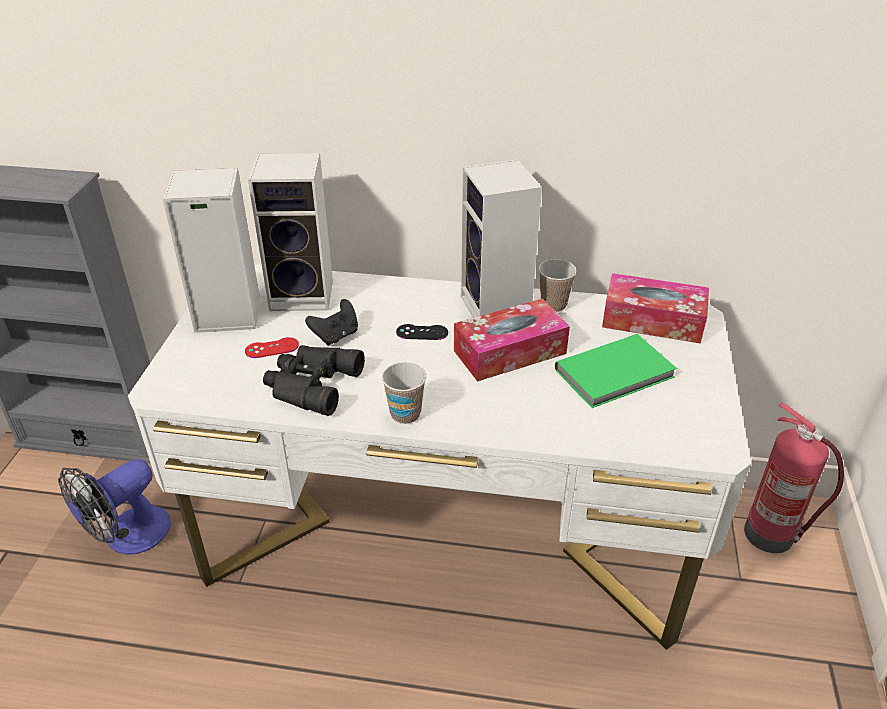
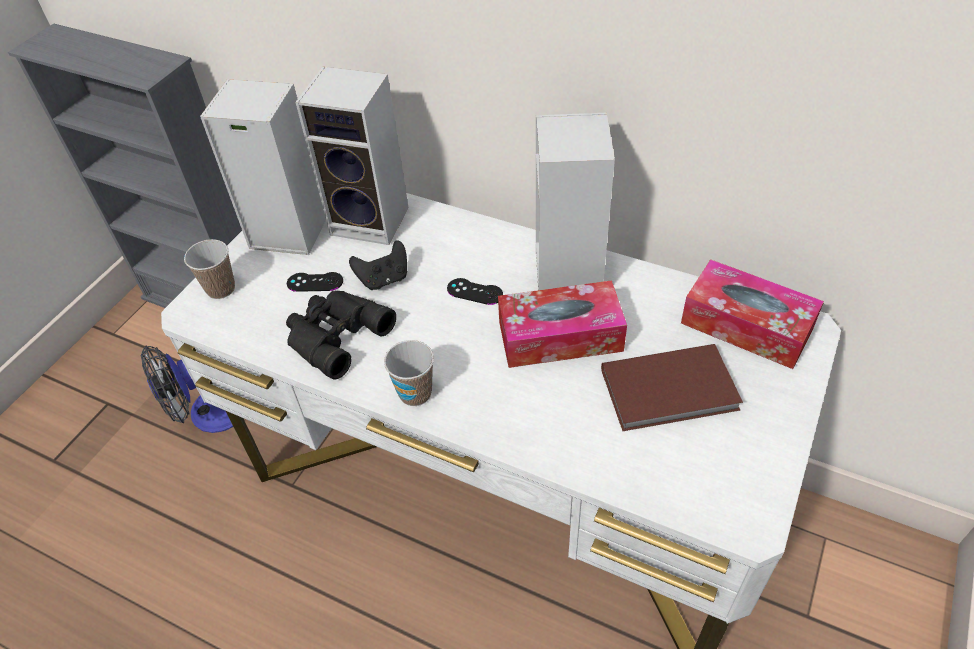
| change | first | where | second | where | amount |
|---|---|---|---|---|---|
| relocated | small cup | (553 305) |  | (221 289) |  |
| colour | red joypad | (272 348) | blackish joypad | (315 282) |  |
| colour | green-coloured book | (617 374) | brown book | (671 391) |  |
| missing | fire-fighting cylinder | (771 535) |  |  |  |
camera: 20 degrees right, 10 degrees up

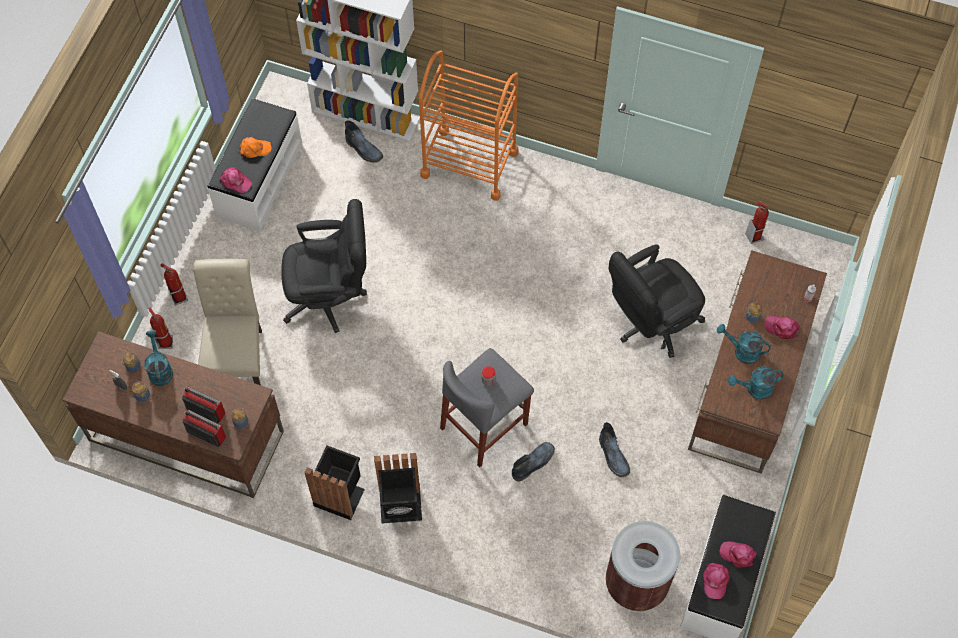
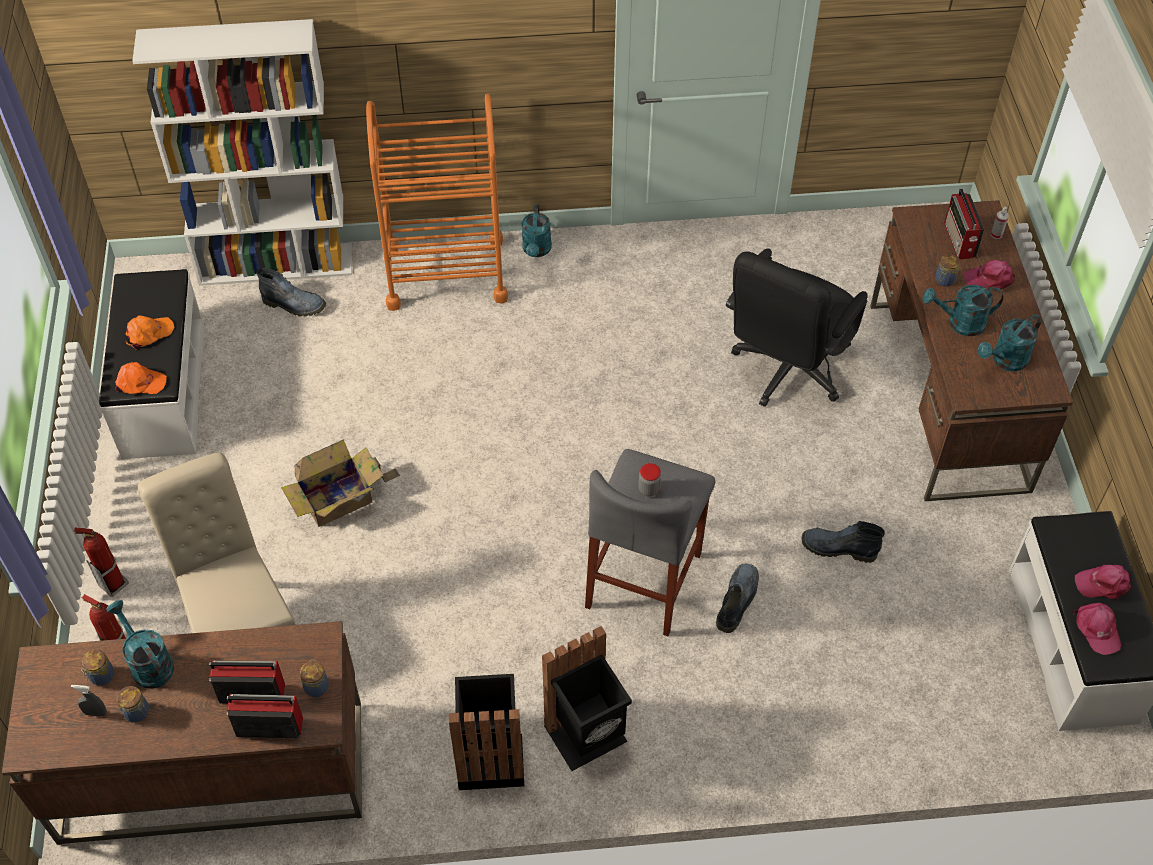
| change | first | where | second | where | amount |
|---|---|---|---|---|---|
| colour | pink baseball cap | (235 181) | orange-coloured baseball cap | (140 382) |  |
| exchanged | blackish desk chair | (331 297) | cardboard box | (340 499) |  |
| appeared |  |  | turquoise-coloured watering can | (536 251) |  |
| spun | high-top boot | (614 456) |  | (837 548) | 150 degrees clockwise |
| appeared |  |  | radio set | (959 241) |  |
| missing | brown waste bin | (636 583) |  |  |  |
| missing | fire-fighting cylinder | (754 236) |  |  |  |
camera: 25 degrees left, 10 degrees down

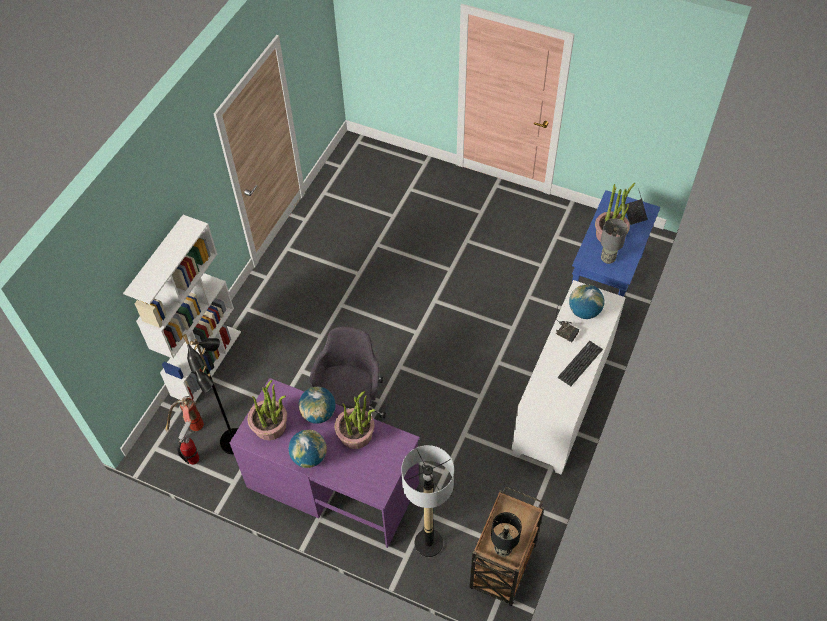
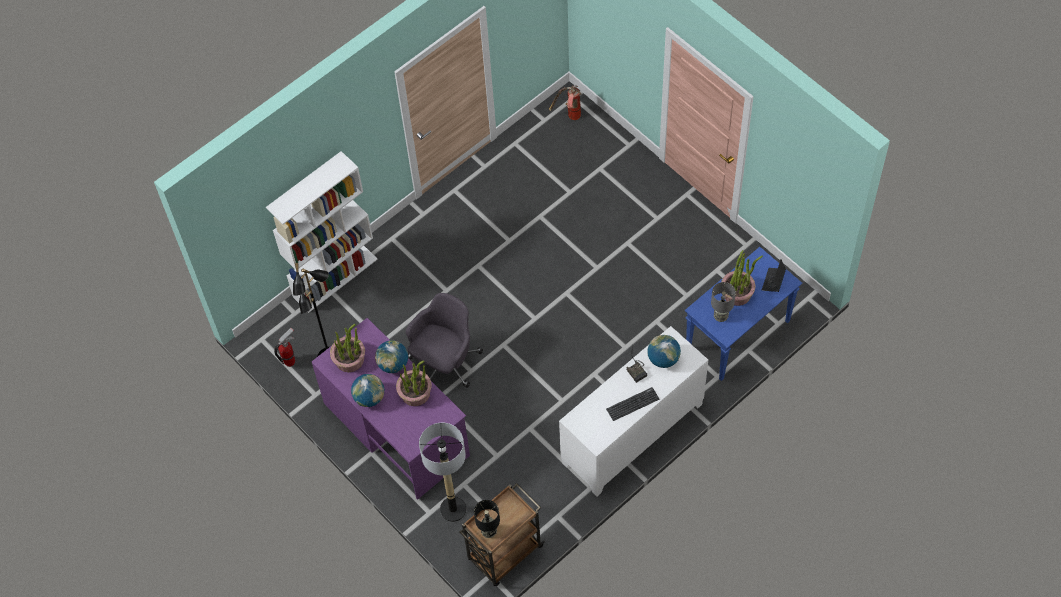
| change | first | where | second | where | amount |
|---|---|---|---|---|---|
| relocated | fire-fighting cylinder | (191 428) |  | (569 116) |  |
camera: 25 degrees right, 5 degrees up

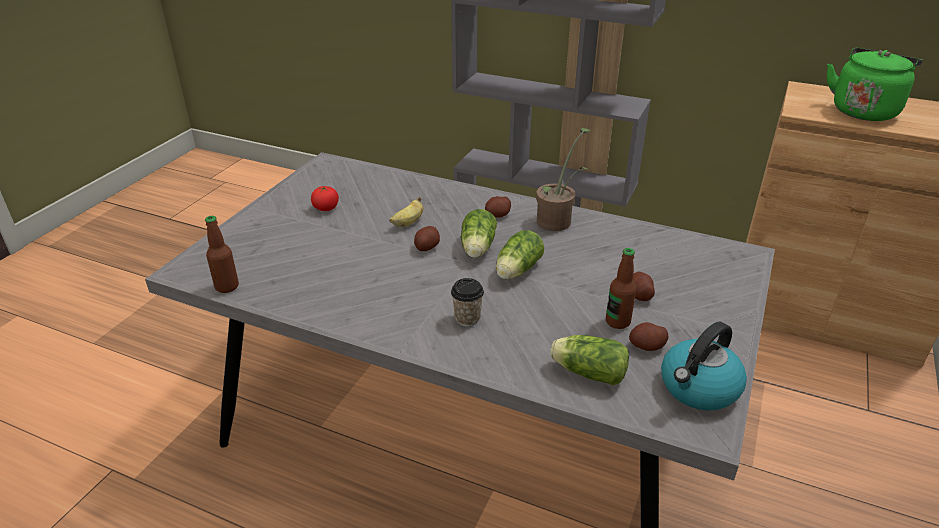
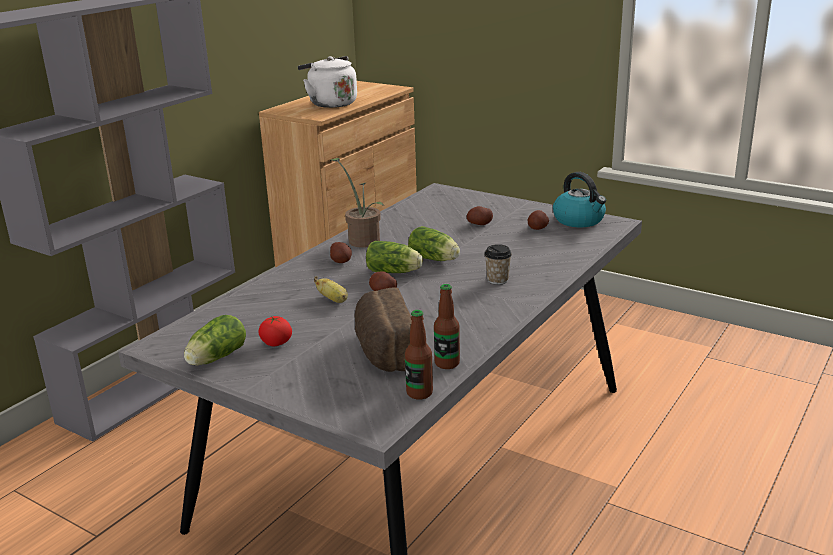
| change | first | where | second | where | amount |
|---|---|---|---|---|---|
| relocated | lettuce | (586 372) |  | (215 358) |  |
| colour | green-coloured kettle | (864 110) | whitish kettle | (330 103) |  |
| appeared |  |  | bakery bread | (383 350) |  |
| relocated | beverage bottle | (617 322) |  | (447 363) |  |
camera: 80 degrees left, 10 degrees down

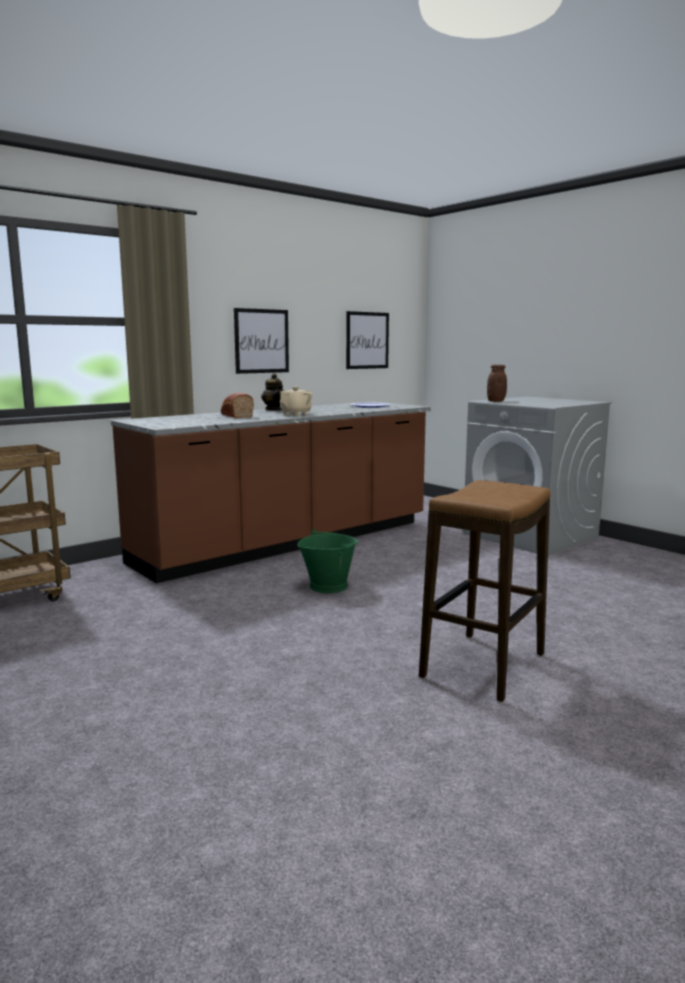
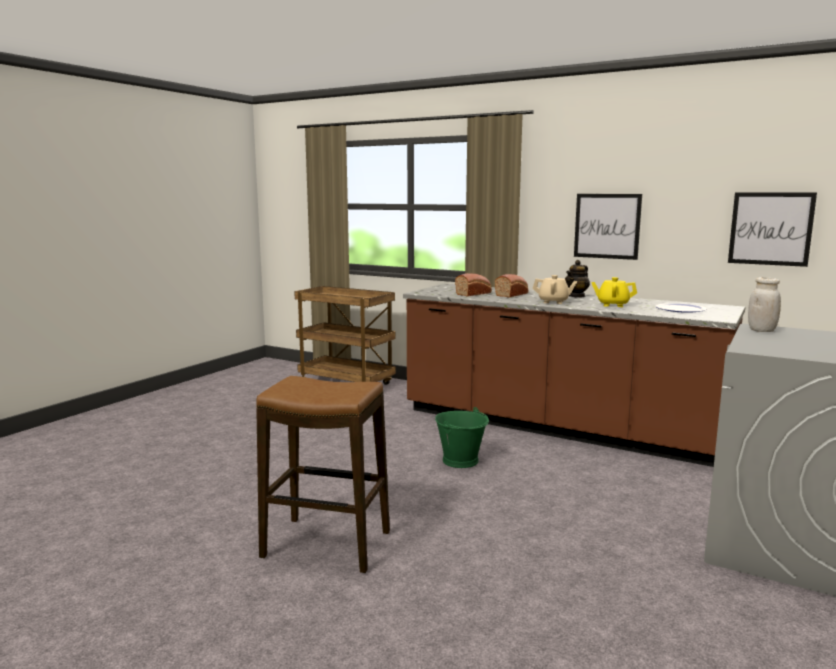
| change | first | where | second | where | amount |
|---|---|---|---|---|---|
| appeared |  |  | bakery bread | (474 293) |  |
| appeared |  |  | yellow tea pot | (612 305) |  |
| colour | brown preserve jar | (496 401) | whitish preserve jar | (761 330) |  |
camera: 70 degrees right, 0 degrees up

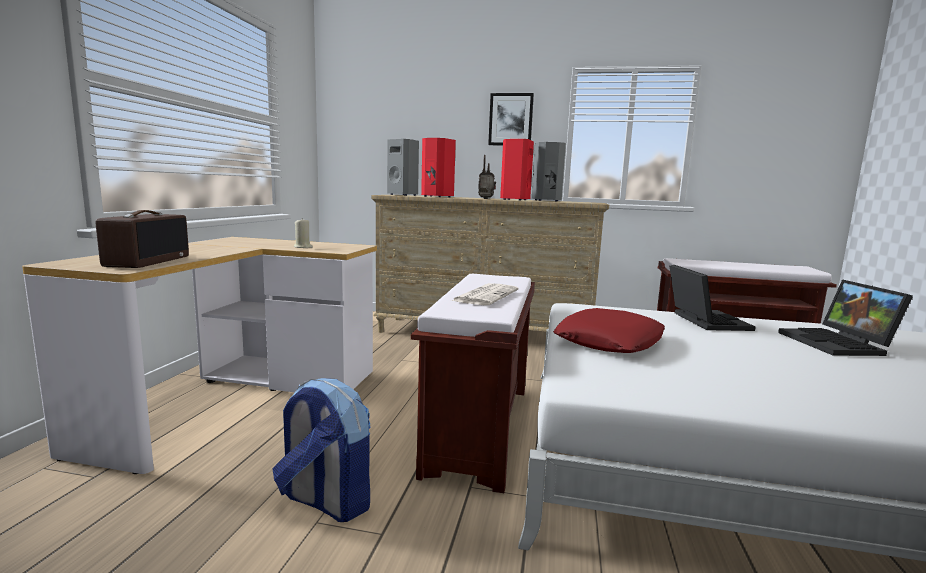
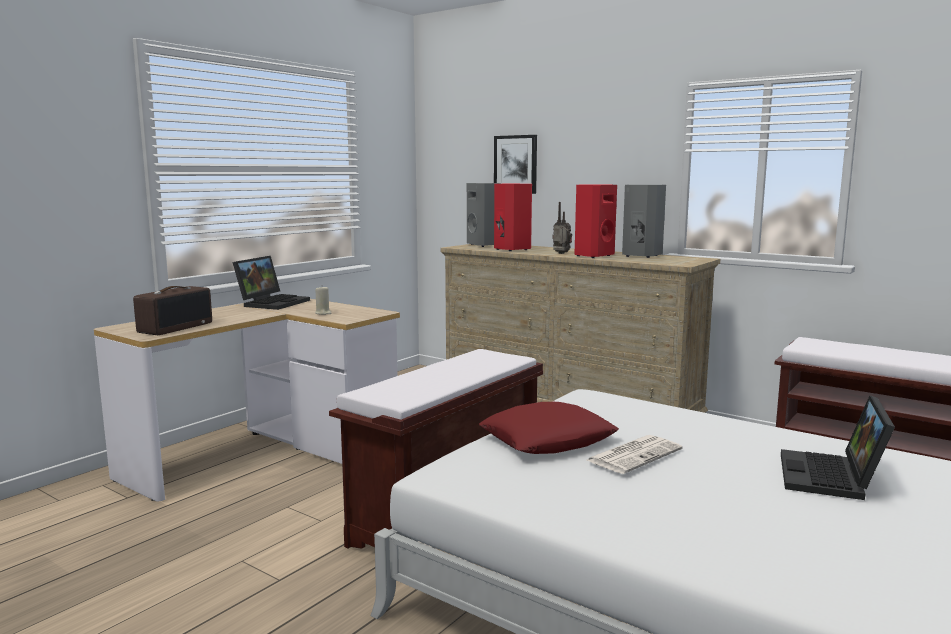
| change | first | where | second | where | amount |
|---|---|---|---|---|---|
| relocated | laptop | (703 320) |  | (273 303) |  |
| relocated | wall picture | (510 119) |  | (516 164) |  |
| relocated | newspaper | (485 295) |  | (634 455) |  |
| missing | backpack | (325 501) |  |  |  |
camera: 25 degrees right, 0 degrees up

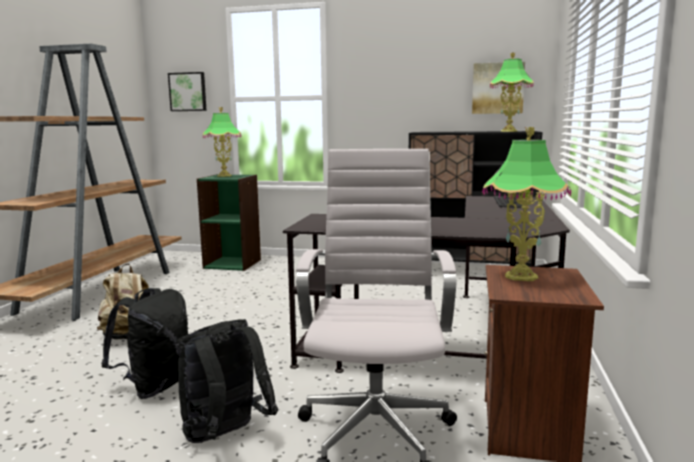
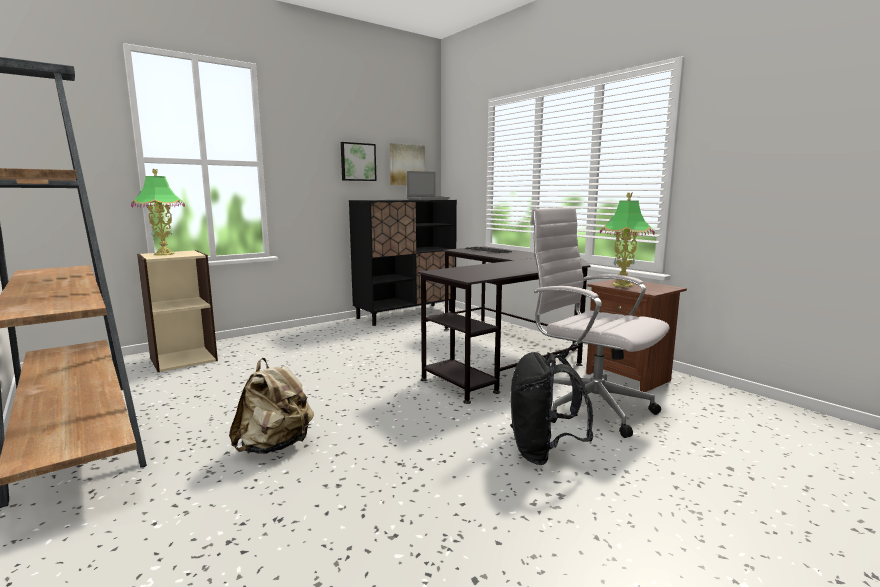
| change | first | where | second | where | amount |
|---|---|---|---|---|---|
| colour | green-coloured shelving unit | (233 263) | sand-coloured shelving unit | (183 359) |  |
| relocated | wall picture | (188 92) |  | (357 162) |  |
| exchanged | table lamp | (509 131) | laptop | (428 199) |  |
| missing | blackish backpack | (156 386) |  |  |  |
camera: 50 degrees left, 0 degrees up

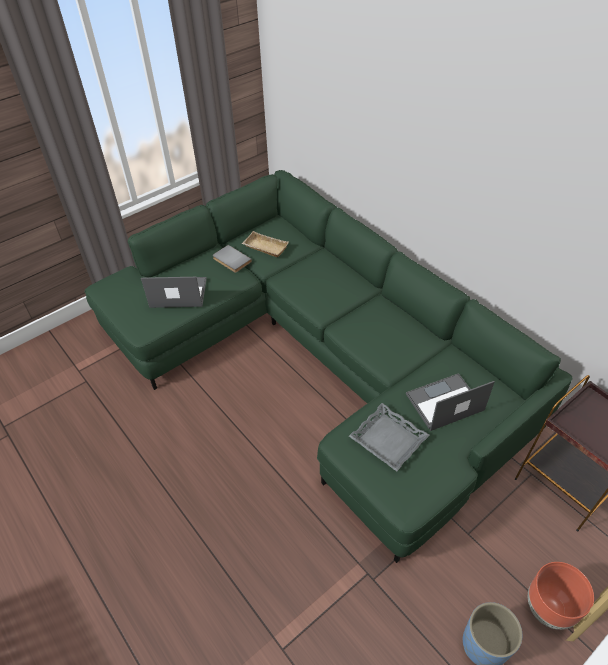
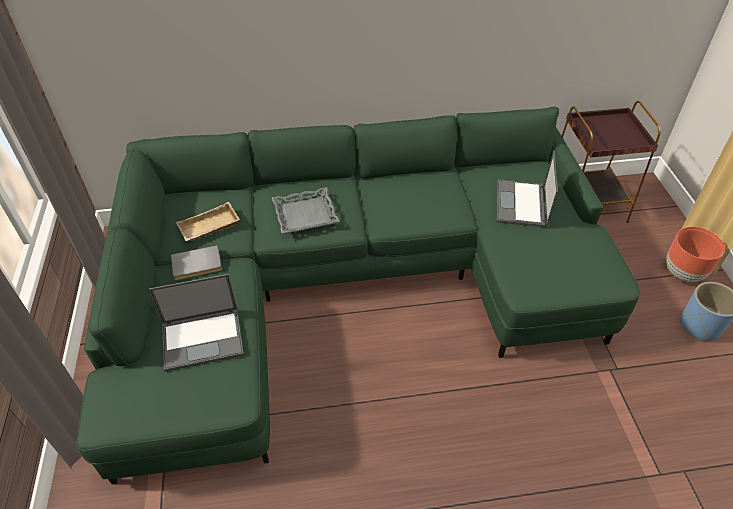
| change | first | where | second | where | amount |
|---|---|---|---|---|---|
| spun | laptop | (177 293) |  | (203 338) | 135 degrees counterclockwise |
| relocated | grey tray | (387 440) |  | (305 215) |  |
camera: 60 degrees left, 0 degrees up

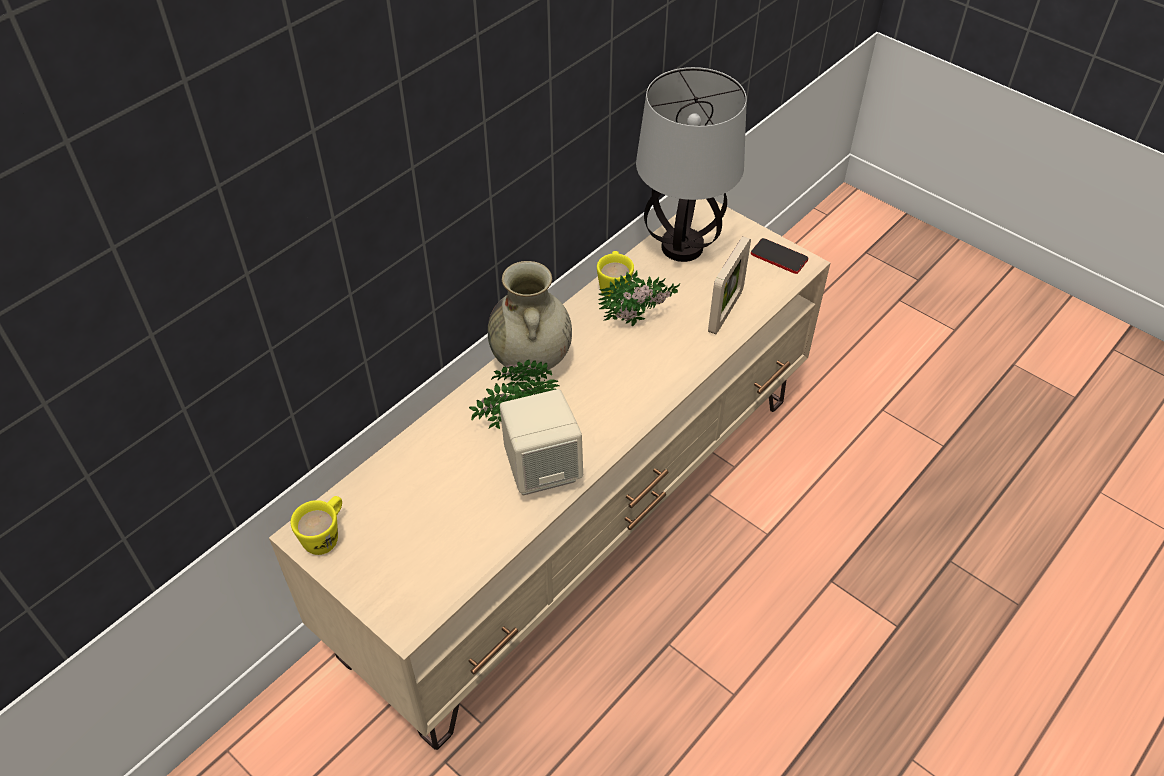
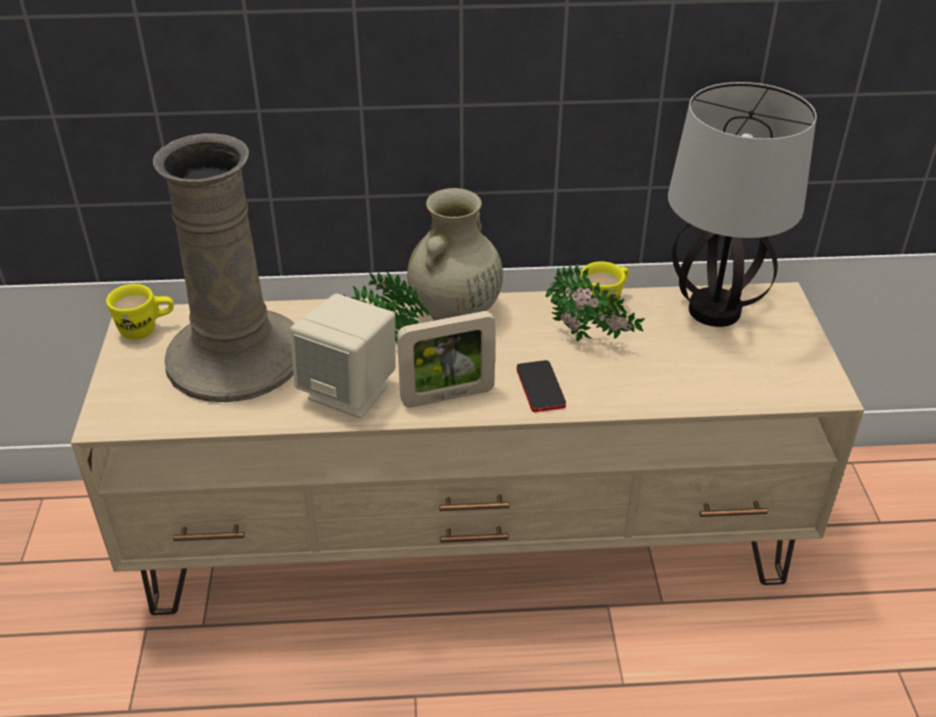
| change | first | where | second | where | amount |
|---|---|---|---|---|---|
| appeared |  |  | sand-coloured vase | (235 356) |  |
| relocated | picture frame | (725 312) |  | (447 396) |  |
| relocated | telephone | (779 257) |  | (540 387) |  |
camera: 45 degrees right, 10 degrees down

